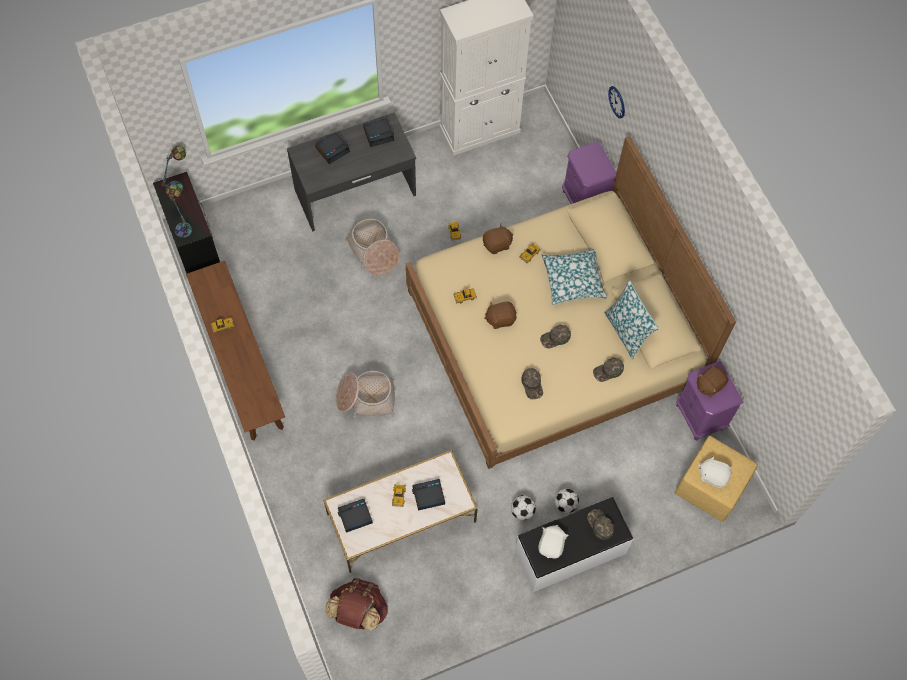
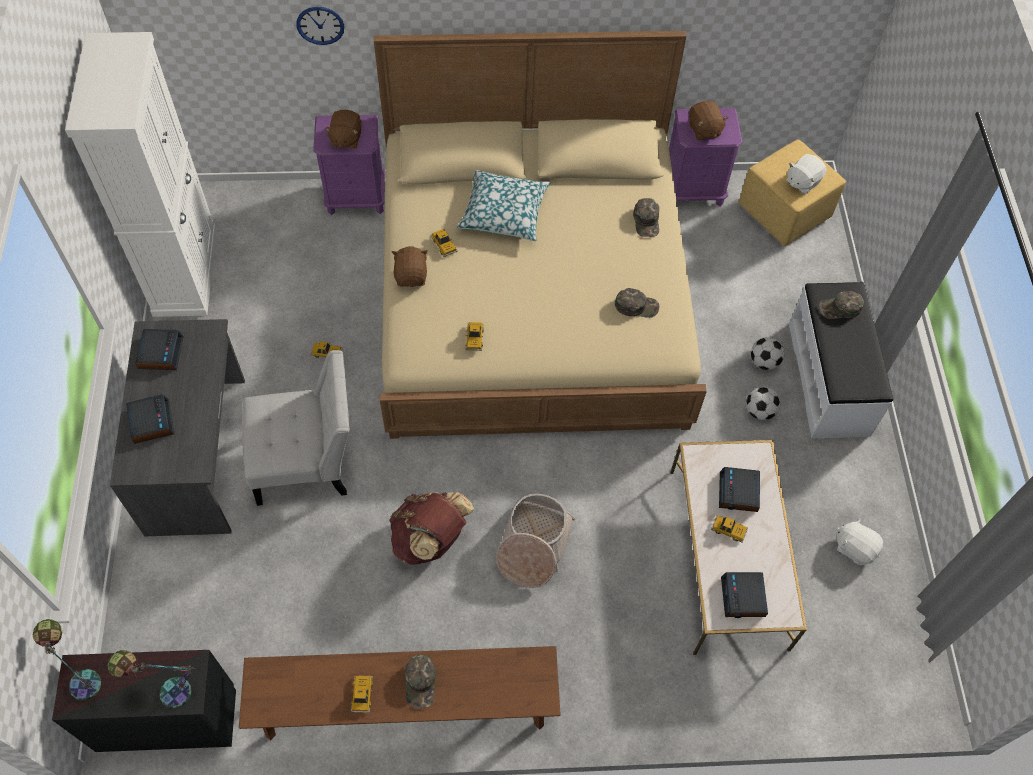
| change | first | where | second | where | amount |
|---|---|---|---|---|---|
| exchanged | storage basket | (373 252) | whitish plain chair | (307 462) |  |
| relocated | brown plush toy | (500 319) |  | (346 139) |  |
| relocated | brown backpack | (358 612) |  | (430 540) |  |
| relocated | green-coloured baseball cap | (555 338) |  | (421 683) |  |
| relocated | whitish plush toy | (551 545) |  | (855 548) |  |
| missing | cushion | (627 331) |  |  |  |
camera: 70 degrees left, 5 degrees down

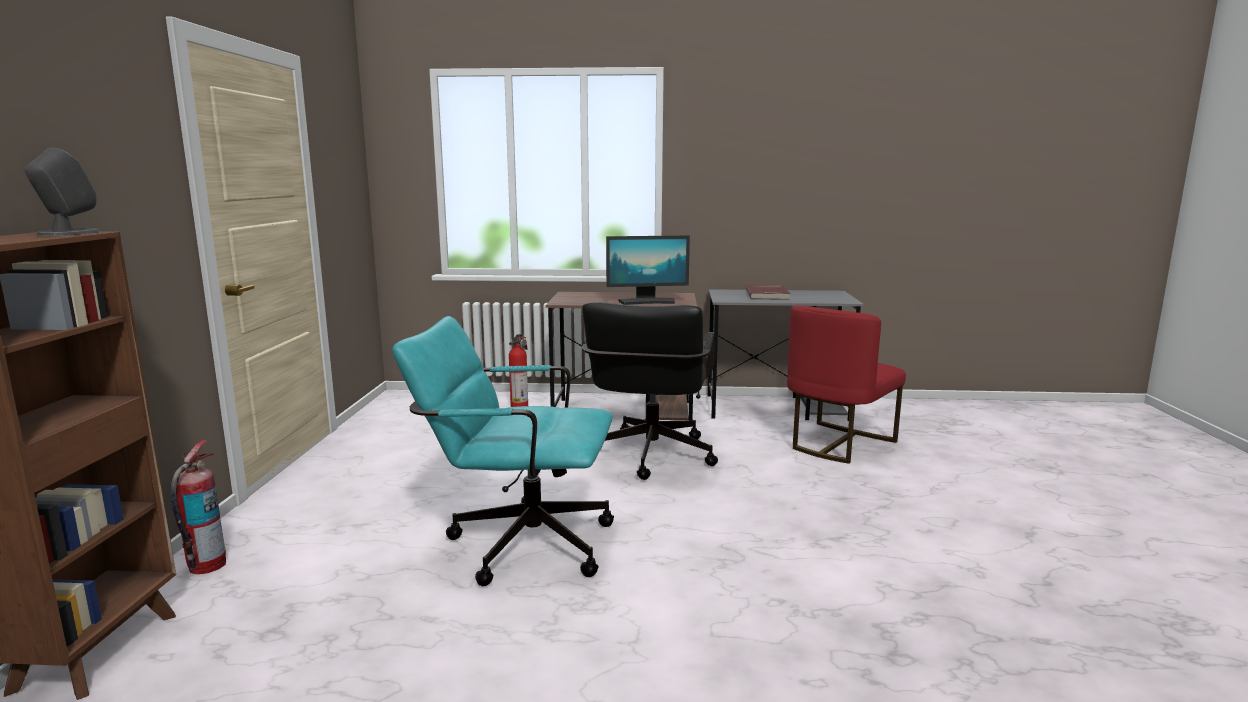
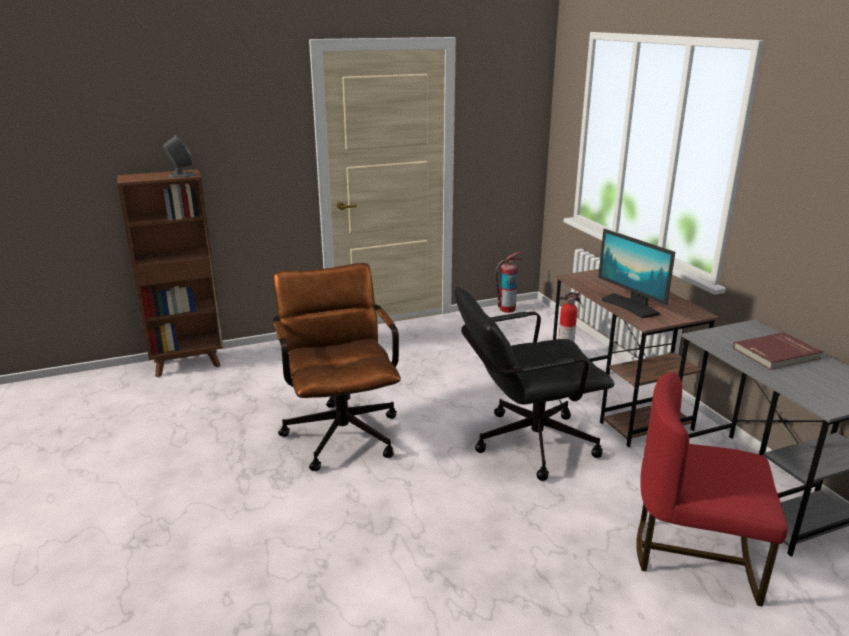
| change | first | where | second | where | amount |
|---|---|---|---|---|---|
| colour | turquoise-coloured desk chair | (517 542) | brown desk chair | (341 430) |  |
| relocated | fire-fighting cylinder | (206 566) |  | (506 309) |  |
camera: 65 degrees right, 10 degrees up

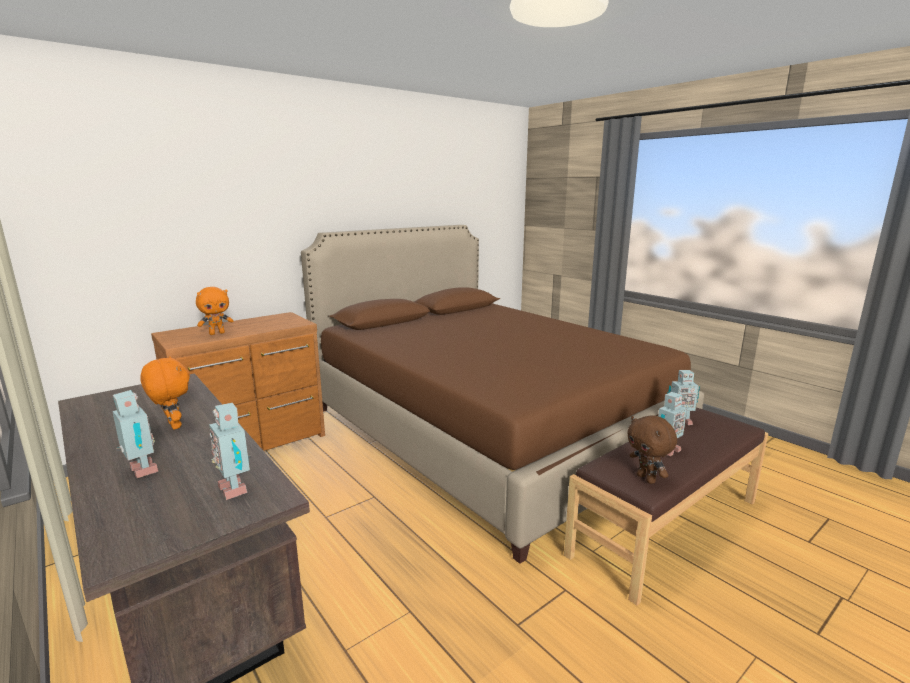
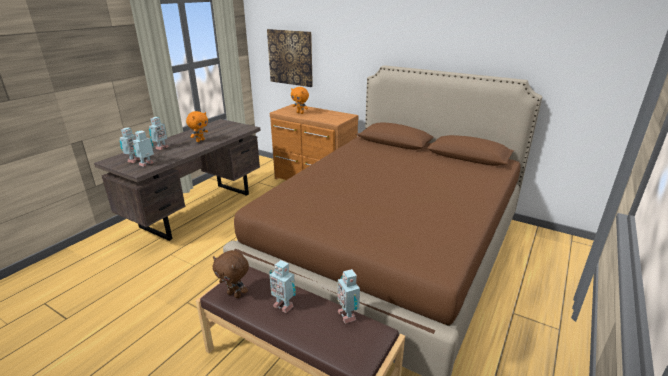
| change | first | where | second | where | amount |
|---|---|---|---|---|---|
| appeared |  |  | robot figure | (133 160) |  |
| spun | brown plush toy | (647 479) |  | (235 294) | 105 degrees counterclockwise |
| appeared |  |  | wall picture | (290 57) |  |
camera: 70 degrees right, 10 degrees up

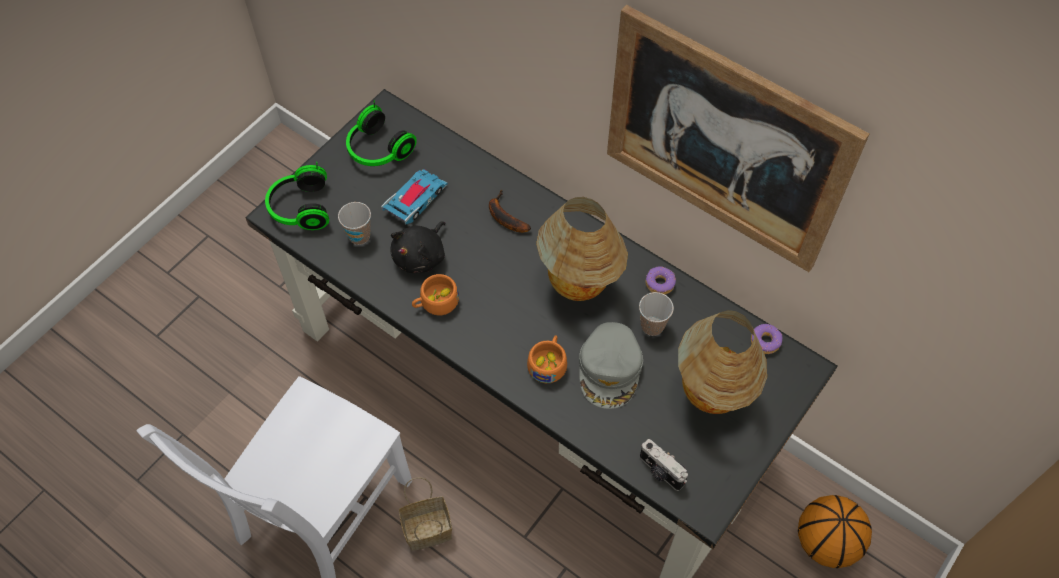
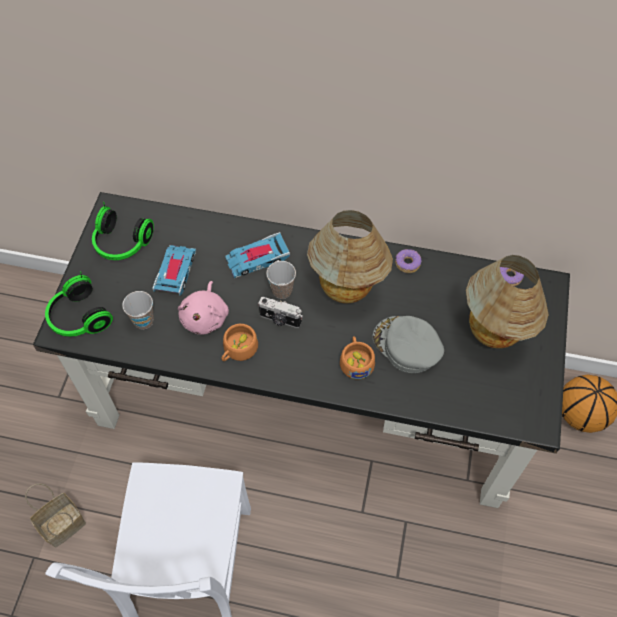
| change | first | where | second | where | amount |
|---|---|---|---|---|---|
| relocated | storage basket | (429 528) |  | (63 523) |  |
| colour | blackish plush toy | (421 256) | pink plush toy | (205 317) |  |
| exchanged | banana | (504 217) | toy car | (257 258) |  |
| relocated | photo camera | (660 472) |  | (280 320) |  |
| relocated | small cup | (652 326) |  | (282 291) |  |
| spun | grey baseball cap | (610 369) |  | (406 346) | 150 degrees clockwise |
| missing | wall picture | (724 142) |  |  |  |
camera: 25 degrees left, 0 degrees up

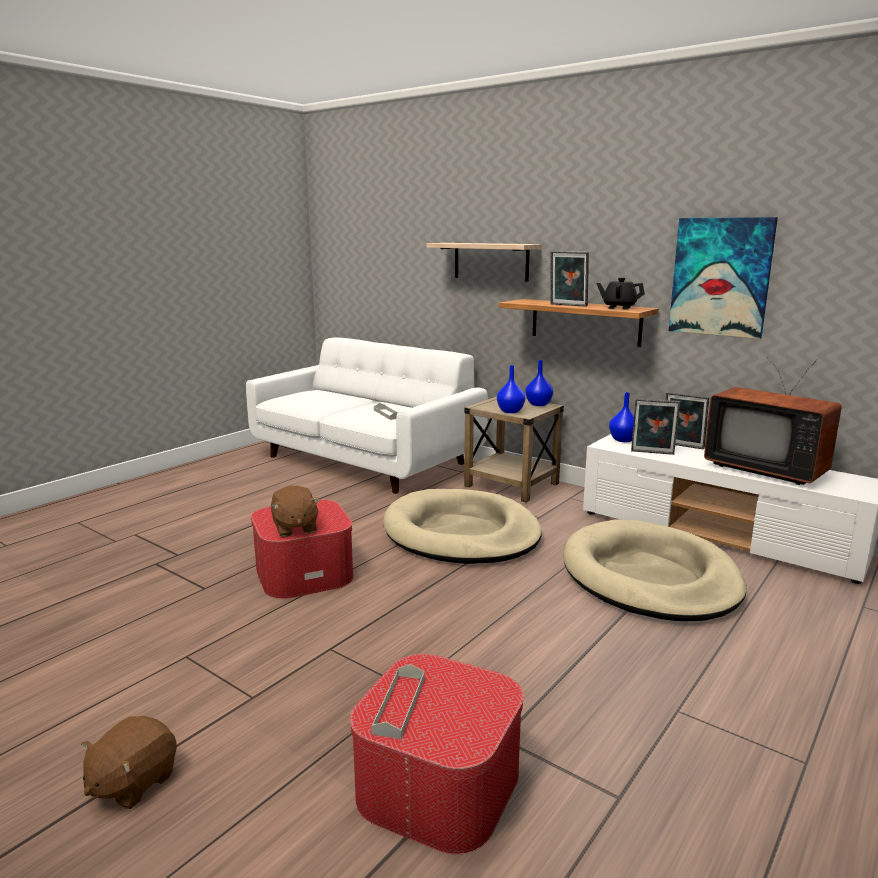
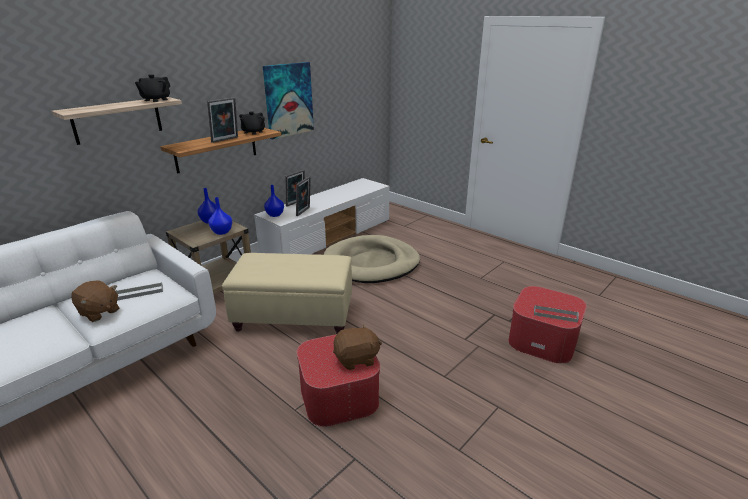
| change | first | where | second | where | amount |
|---|---|---|---|---|---|
| relocated | brown plush toy | (132 783) |  | (99 312) |  |
| appeared |  |  | blackish tea pot | (156 100) |  |
| exchanged | sand-coloured dog bed | (461 533) | sand-coloured ottoman | (295 316) |  |
| missing | TV | (766 469) |  |  |  |
camera: 85 degrees left, 10 degrees up

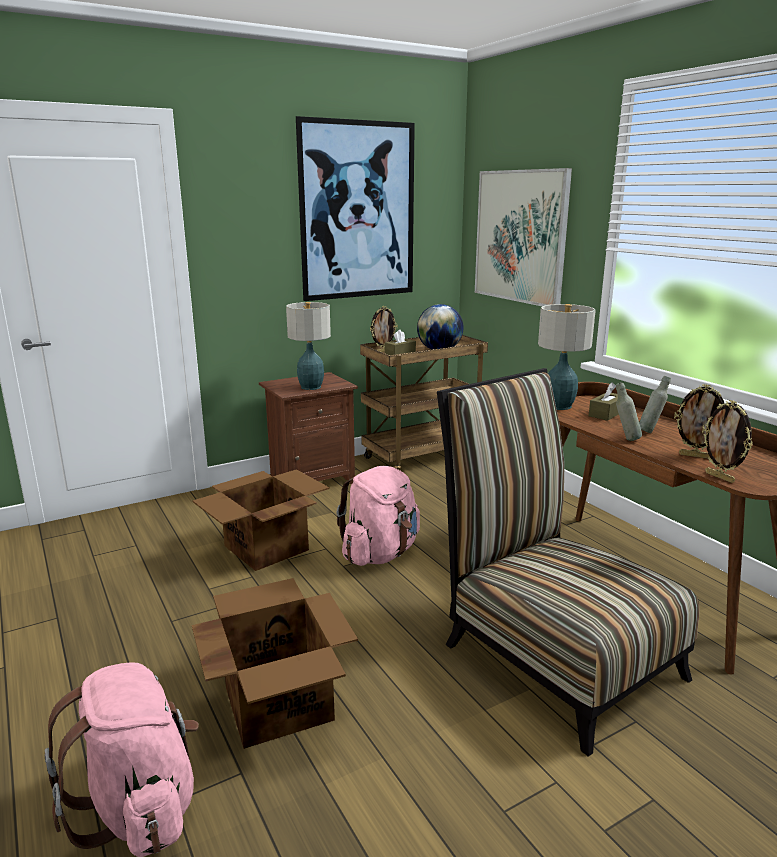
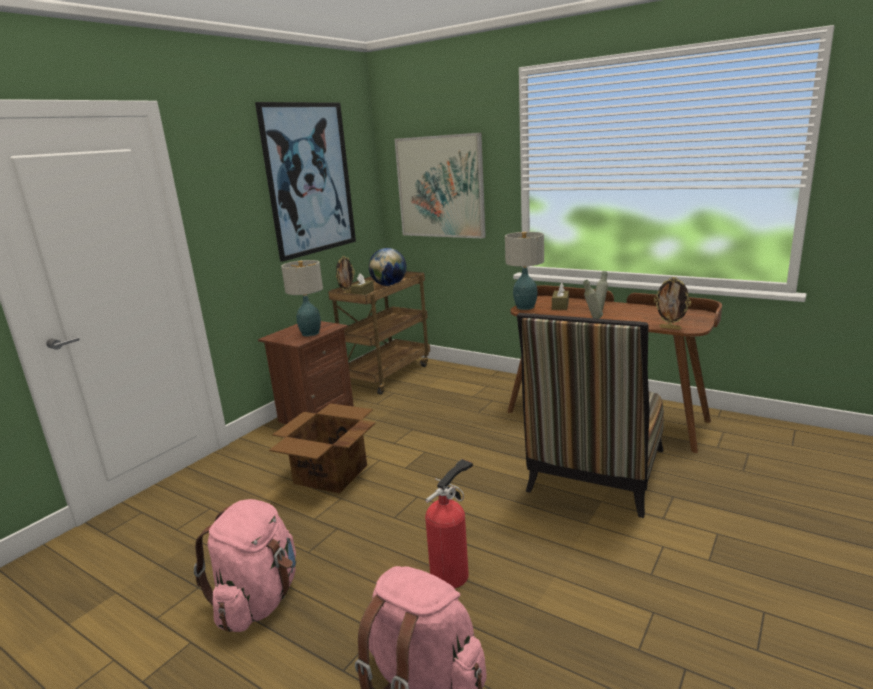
| change | first | where | second | where | amount |
|---|---|---|---|---|---|
| relocated | pink backpack | (380 553) |  | (259 600) |  |
| exchanged | cardboard box | (278 702) | fire-fighting cylinder | (452 573) |  |
| spun | plain chair | (551 652) |  | (594 475) | 90 degrees counterclockwise |
| missing | picture frame | (695 456) |  |  |  |
camera: 25 degrees left, 0 degrees up

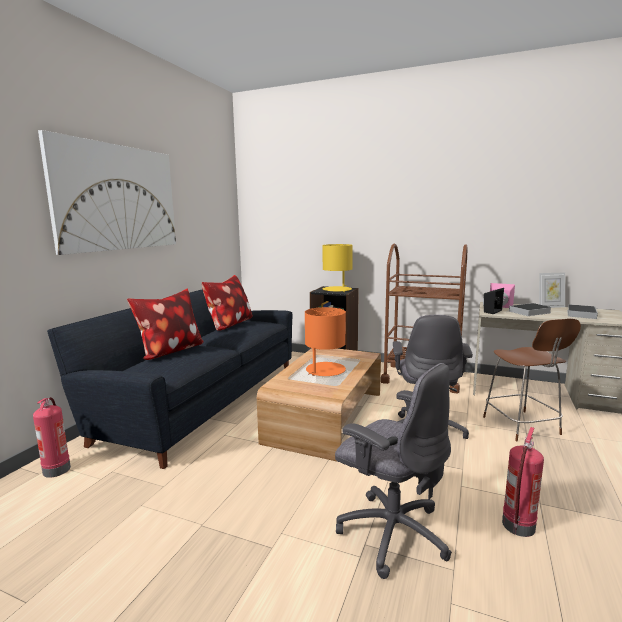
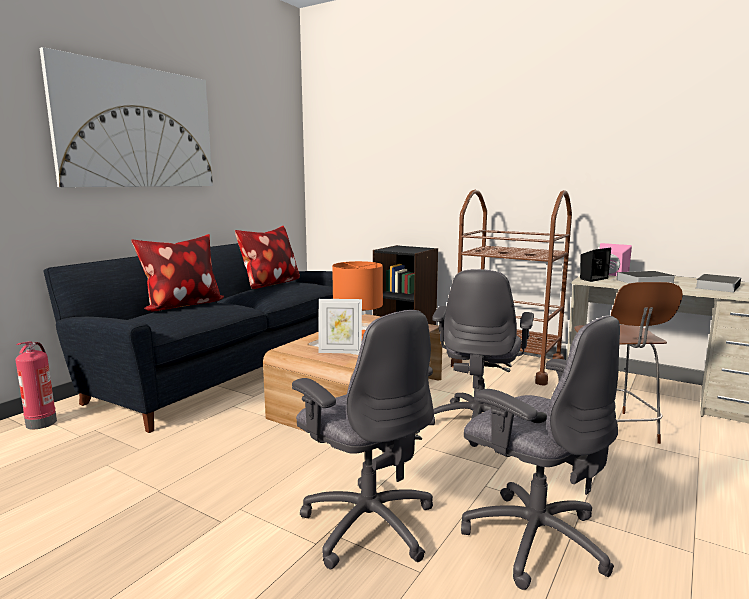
| change | first | where | second | where | amount |
|---|---|---|---|---|---|
| relocated | picture frame | (550 307) |  | (340 351) |  |
| exchanged | fire-fighting cylinder | (518 526) | grey desk chair | (533 538) |  |
| missing | yellow table lamp | (337 290) |  |  |  |
camera: 10 degrees right, 0 degrees up

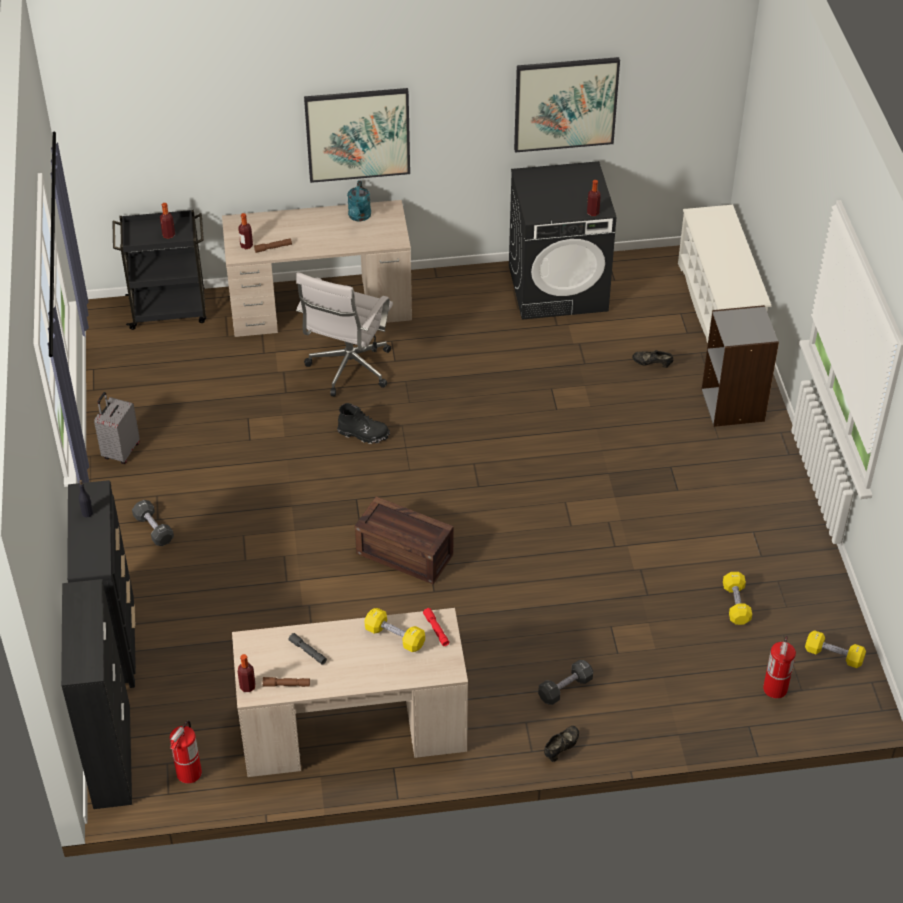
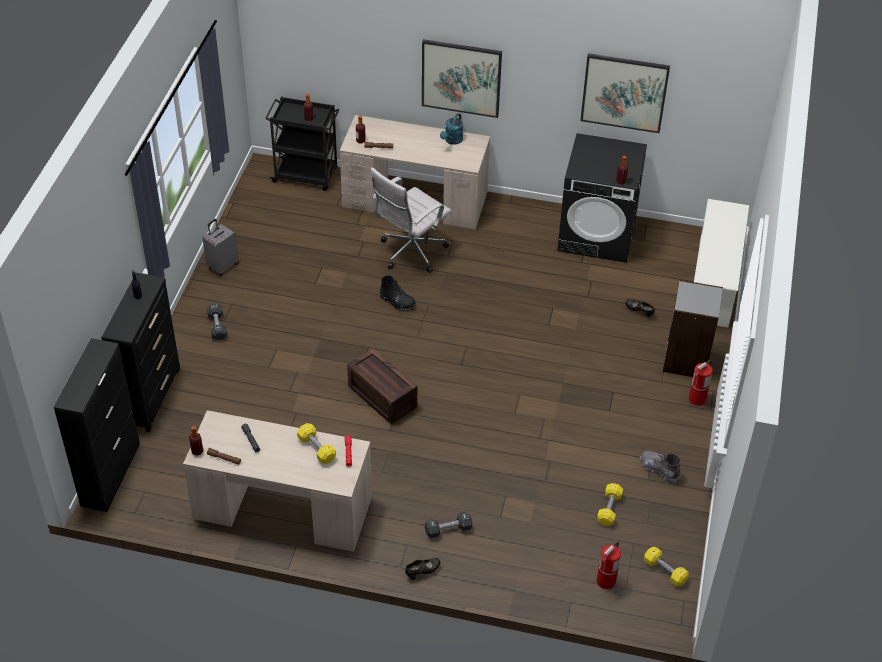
| change | first | where | second | where | amount |
|---|---|---|---|---|---|
| appeared |  |  | grey high-top boot | (659 470) |  |
| relocated | fire-fighting cylinder | (189 773) |  | (697 399) |  |
camera: 20 degrees right, 0 degrees up

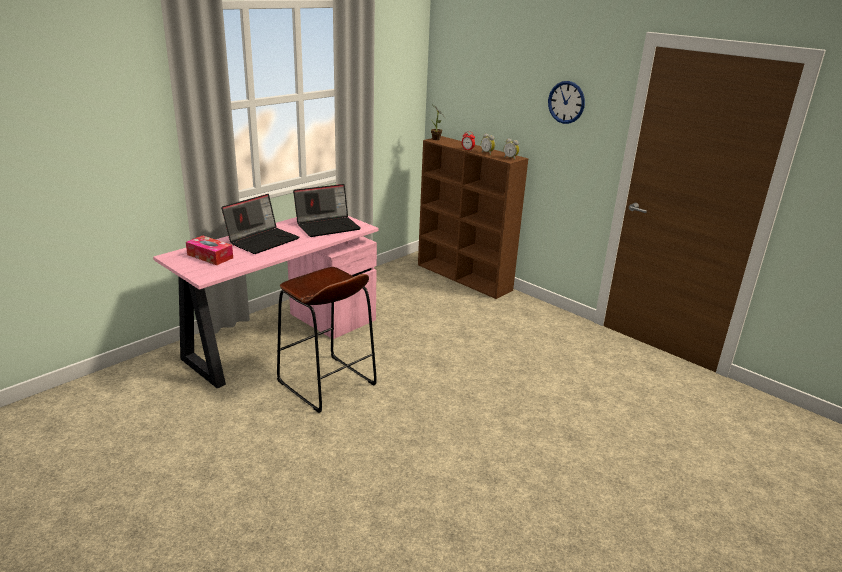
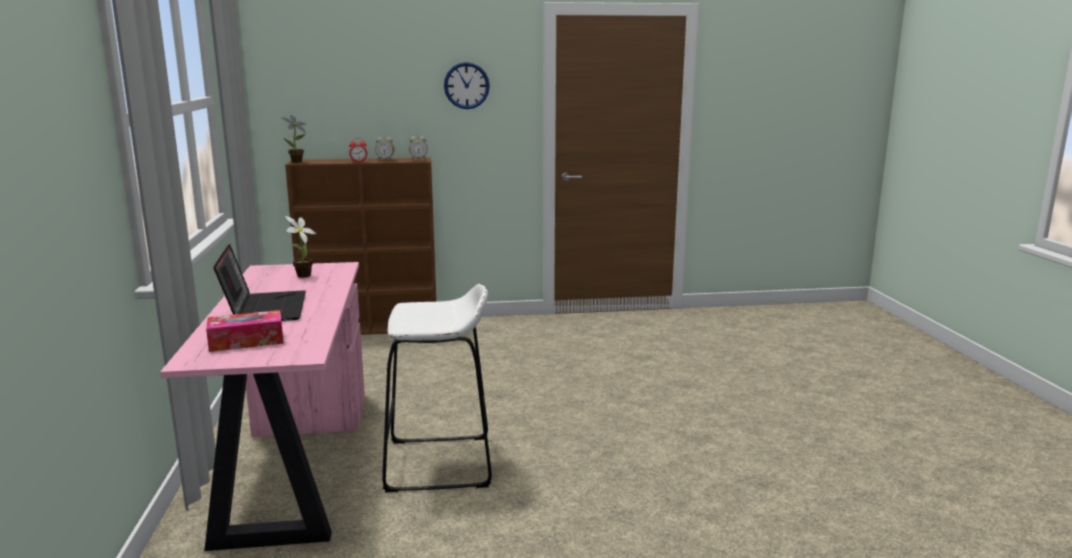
| change | first | where | second | where | amount |
|---|---|---|---|---|---|
| exchanged | laptop | (328 226) | plant in a pot | (302 276) |  |
| colour | brown stool seat | (326 383) | whitish stool seat | (439 463) |  |
camera: 50 degrees left, 10 degrees down

